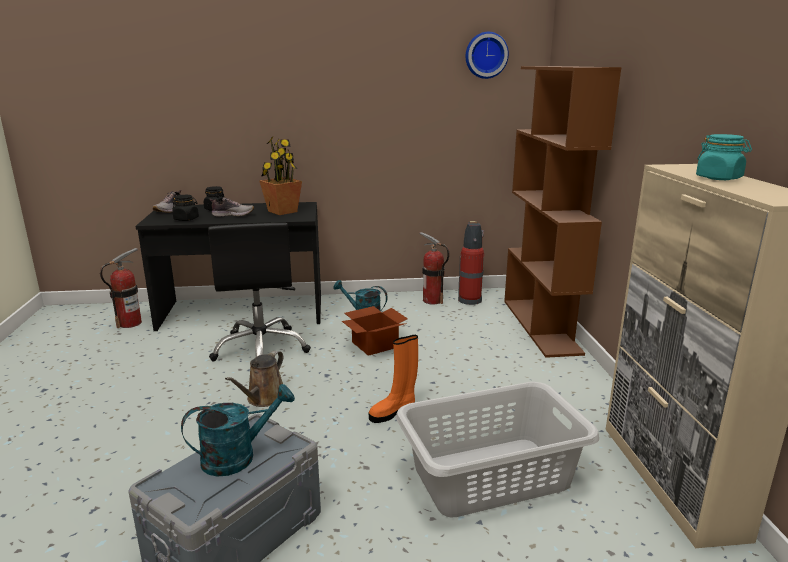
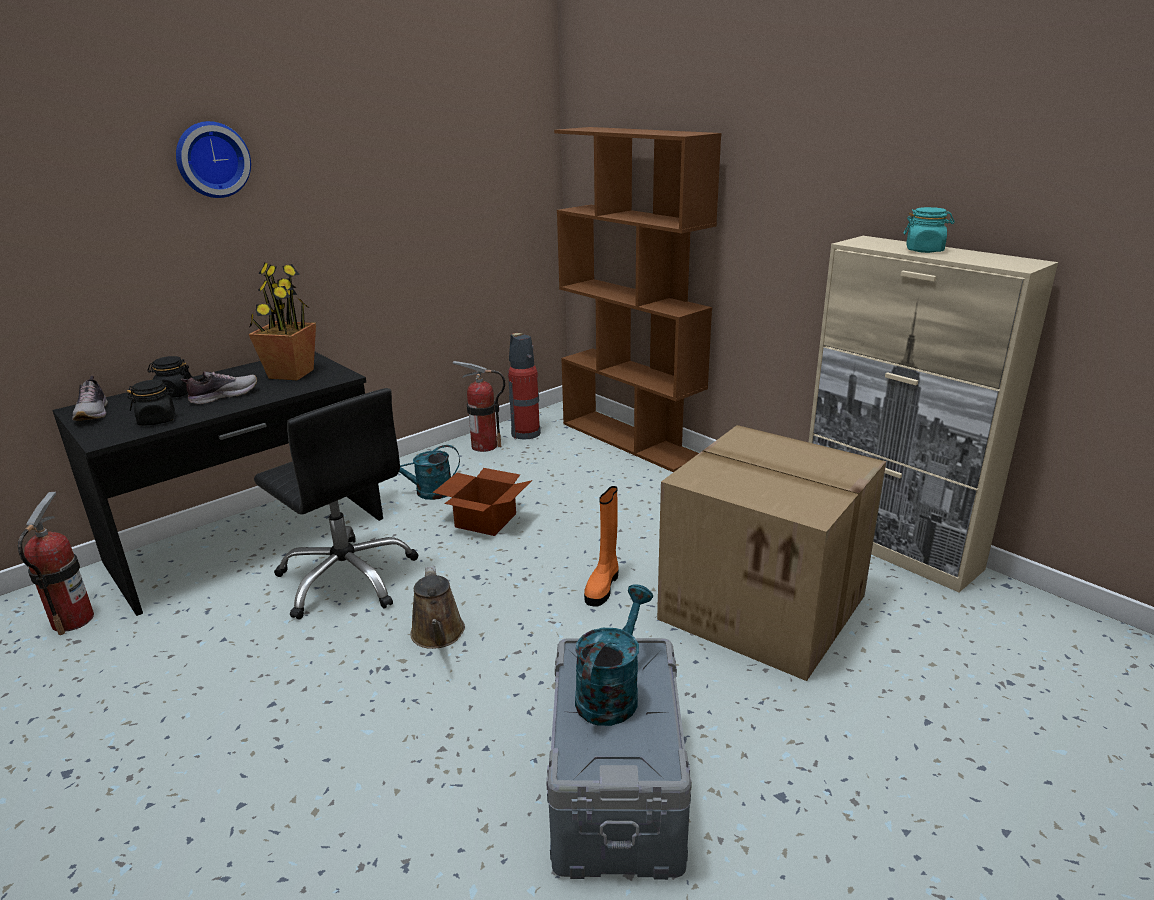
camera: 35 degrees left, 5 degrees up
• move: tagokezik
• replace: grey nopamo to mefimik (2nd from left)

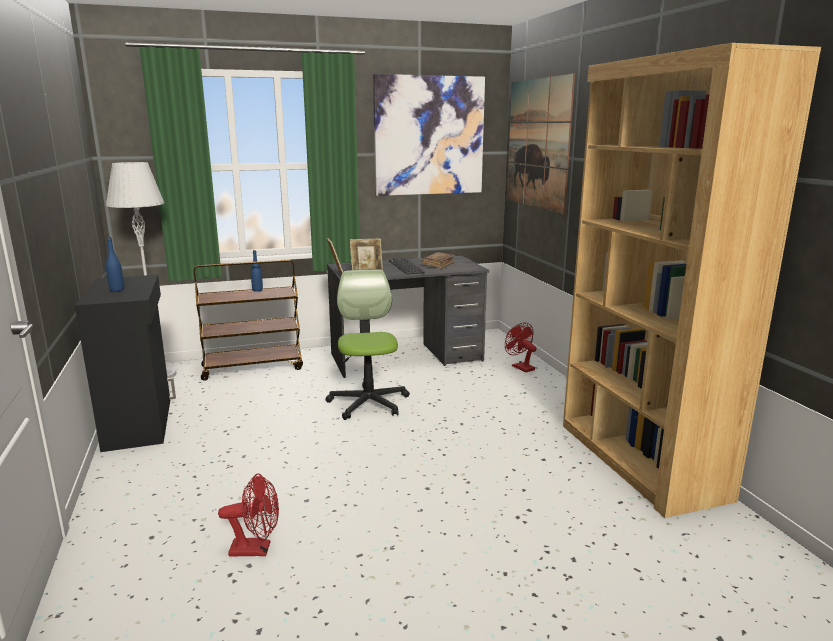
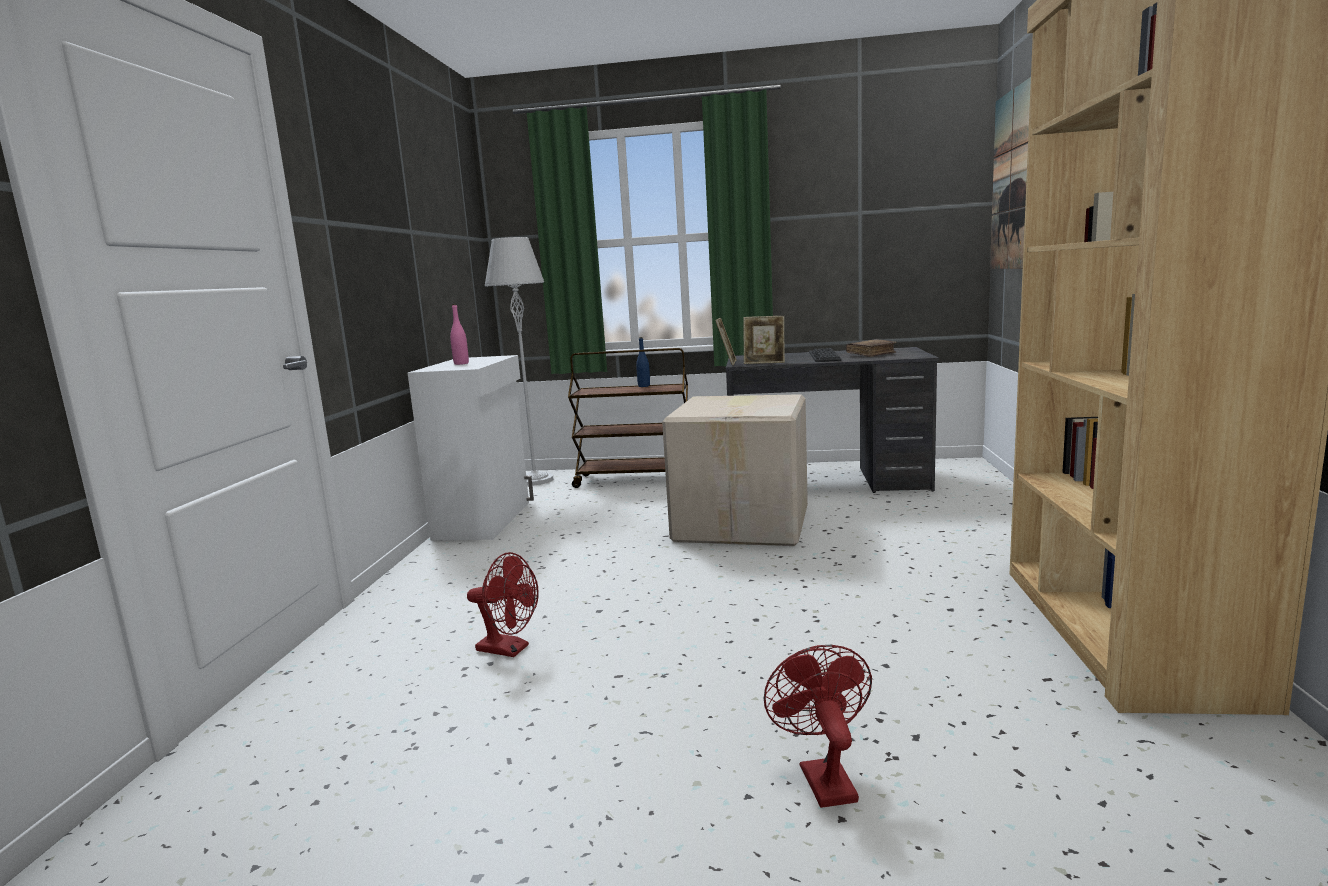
camera: 25 degrees right, 5 degrees down
• recolor: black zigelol to white zigelol
• recolor: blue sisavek (1st from left) to pink sisavek
• replace: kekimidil to mefimik
• move: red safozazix (2nd from left)
• delete: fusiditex (1st from left)

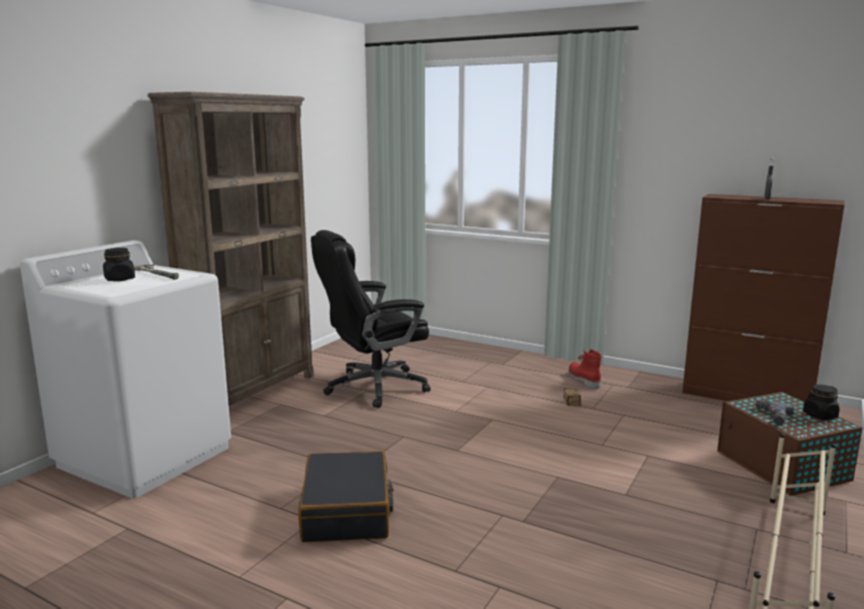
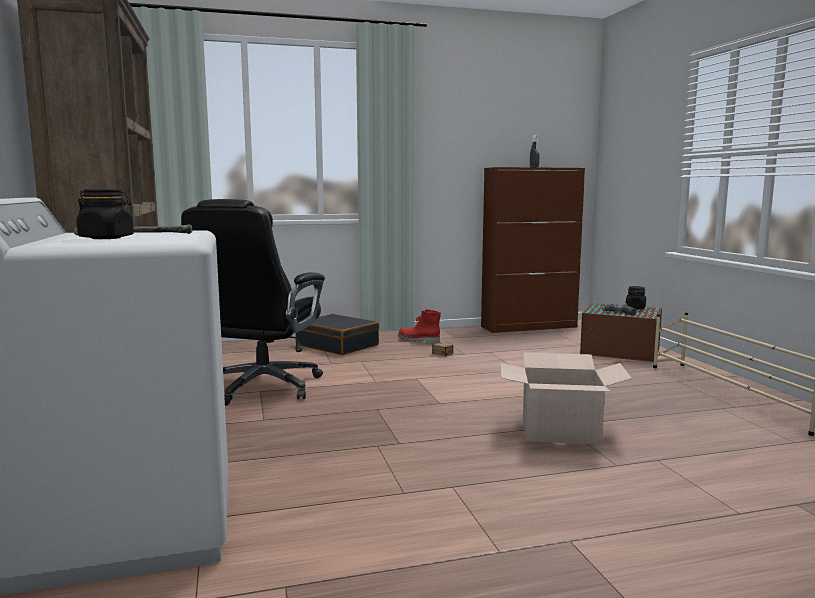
camera: 45 degrees left, 5 degrees down
• move: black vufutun
• insert: mefimik

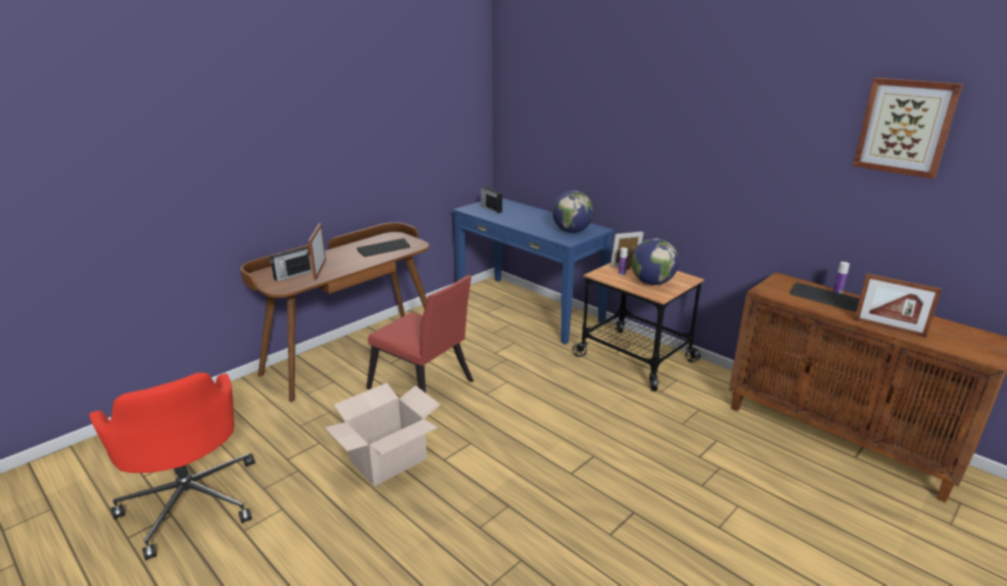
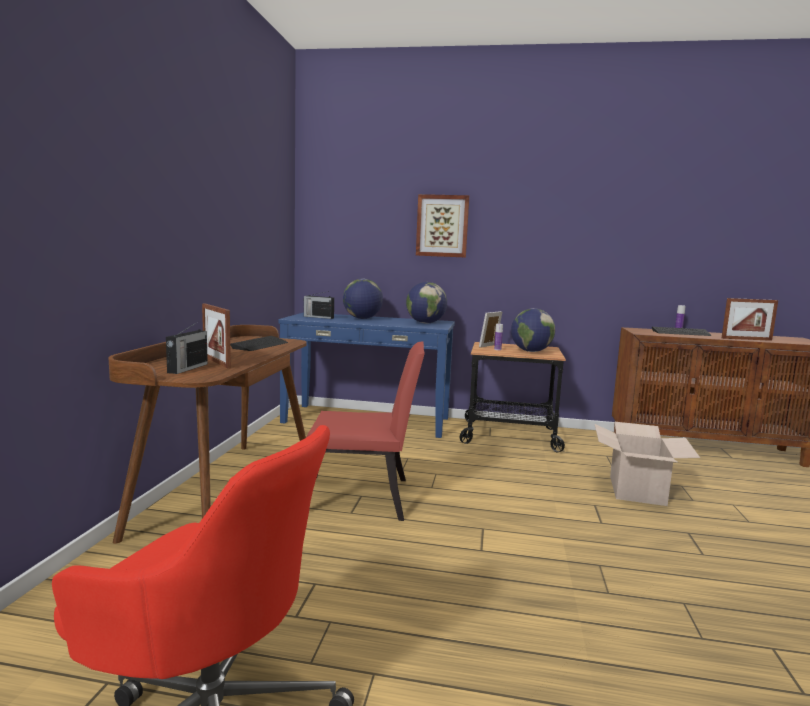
camera: 35 degrees left, 15 degrees down
• insert: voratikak (1st from left)
• move: fusiditex
• move: mefimik

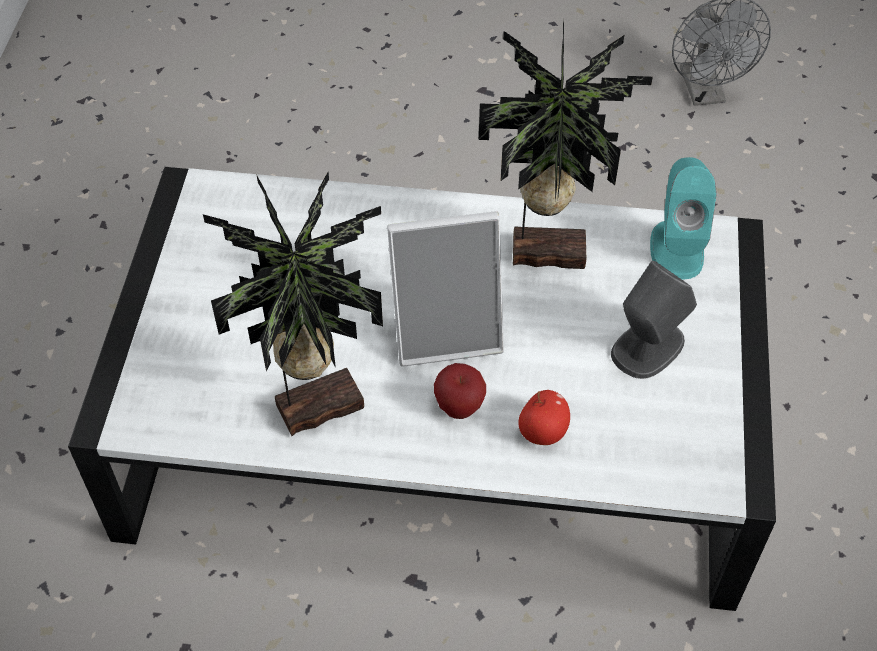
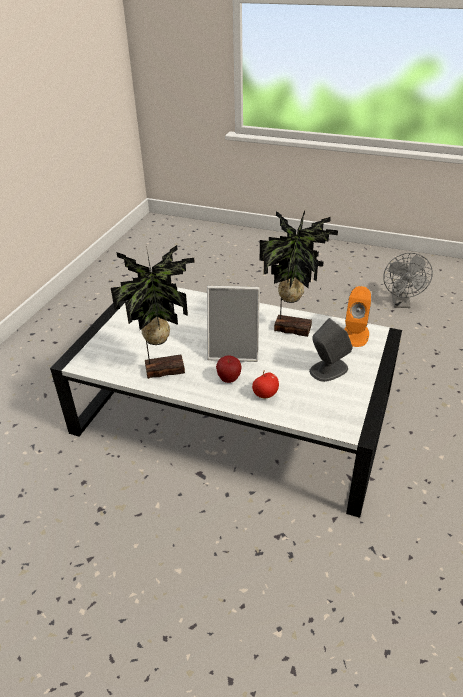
camera: 15 degrees right, 15 degrees down
• recolor: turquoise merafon to orange merafon

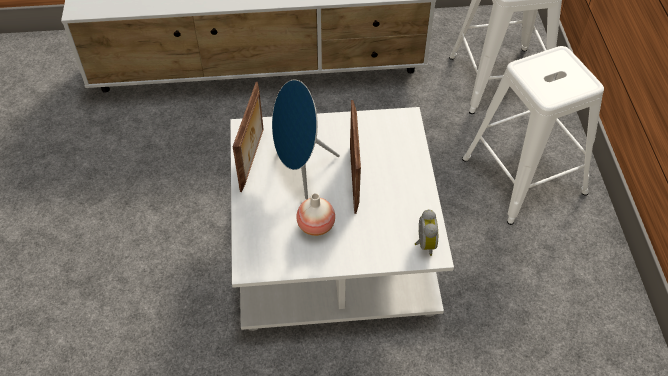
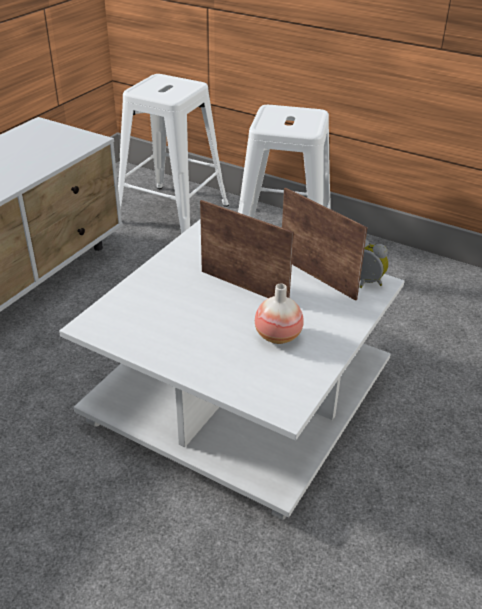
camera: 55 degrees left, 15 degrees down
• move: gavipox (1st from left in the first image) to gavipox (2nd from left)
• delete: blue merafon

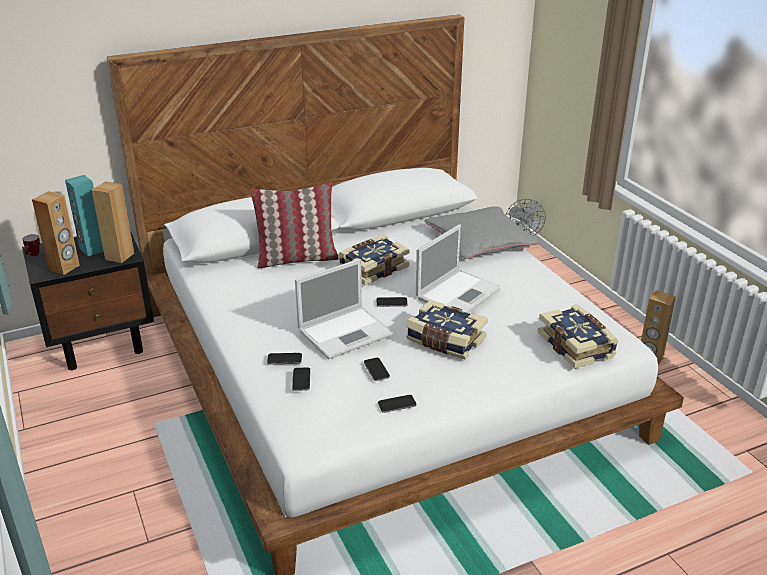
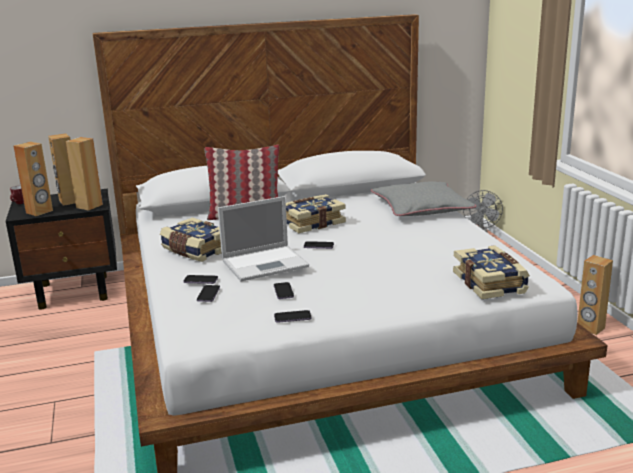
camera: 10 degrees right, 10 degrees down
• recolor: turquoise merafon to brown merafon (2nd from left)
• move: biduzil (2nd from left in the first image) to biduzil (1st from left)
• delete: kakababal (2nd from left)

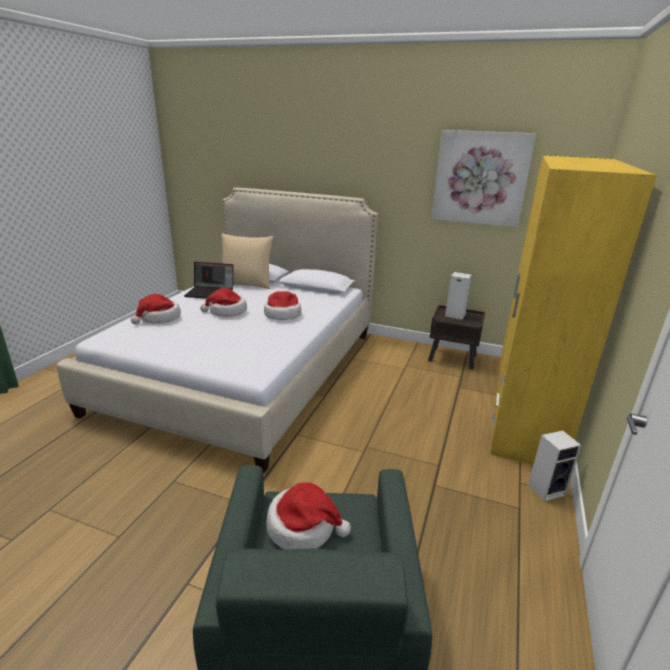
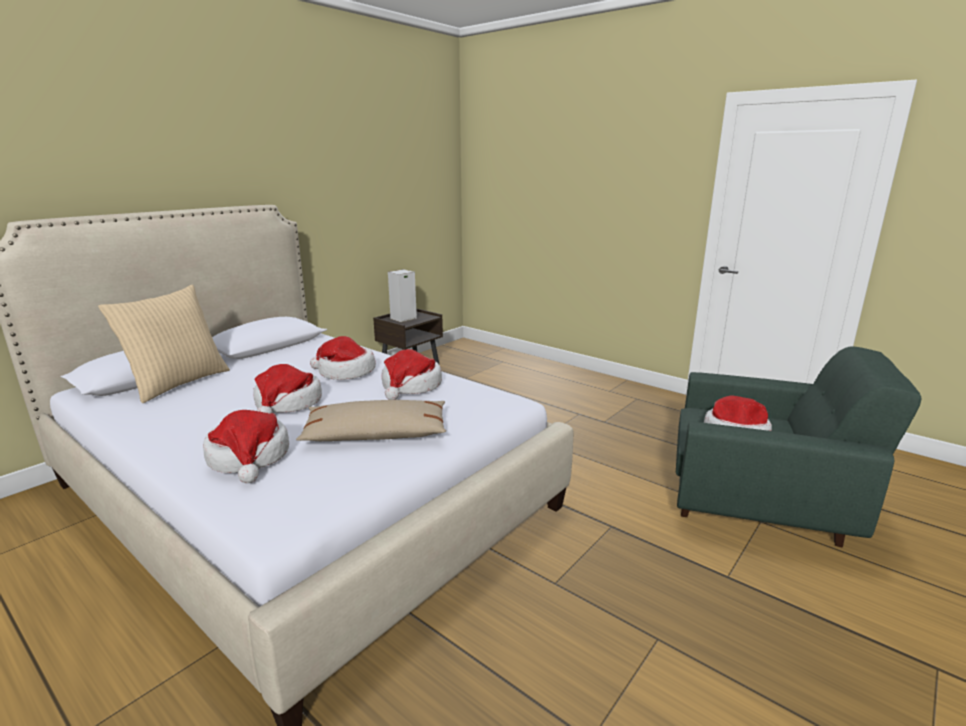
camera: 70 degrees left, 5 degrees down
• insert: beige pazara (2nd from left)
• insert: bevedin (4th from left)
• delete: kakababal
• delete: fusiditex
• delete: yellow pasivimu
• delete: merafon (2nd from left)

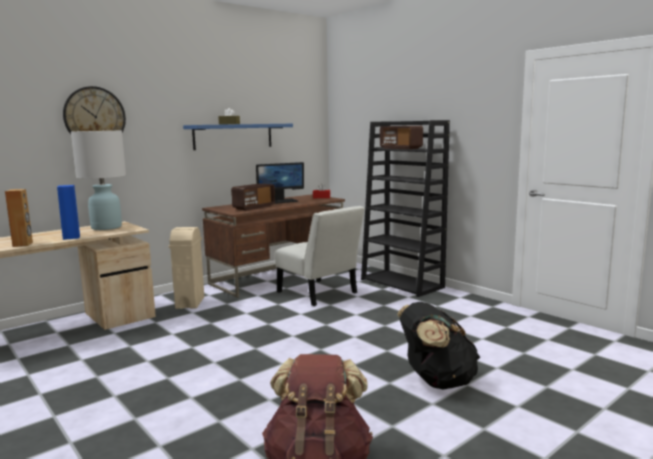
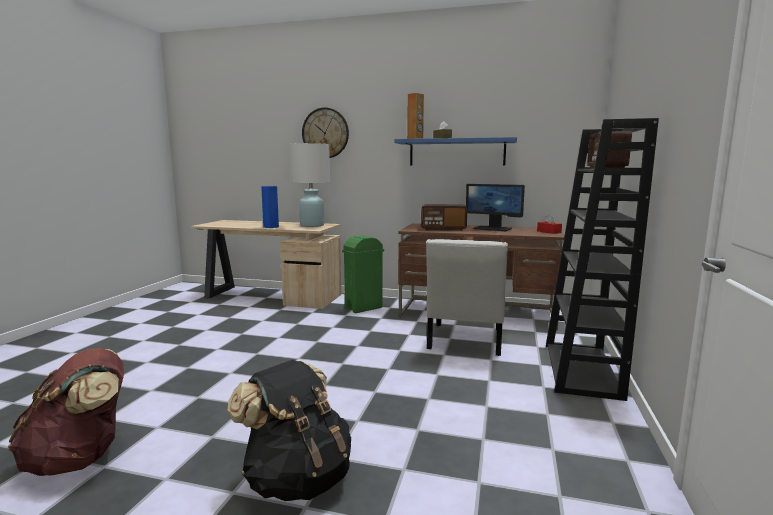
camera: 55 degrees right, 0 degrees up
• recolor: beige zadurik to green zadurik
• move: brown merafon

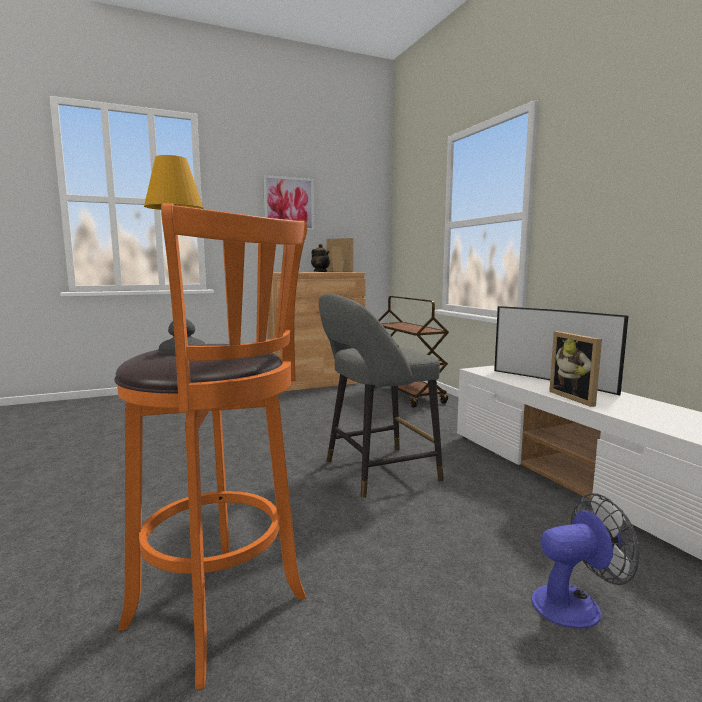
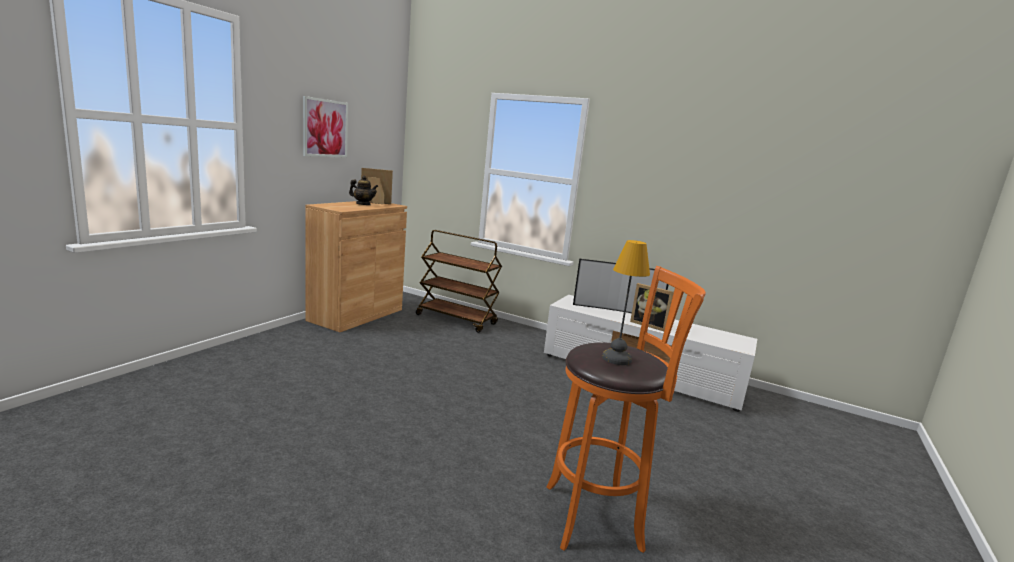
camera: 40 degrees left, 5 degrees up
• delete: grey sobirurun
• delete: safozazix

